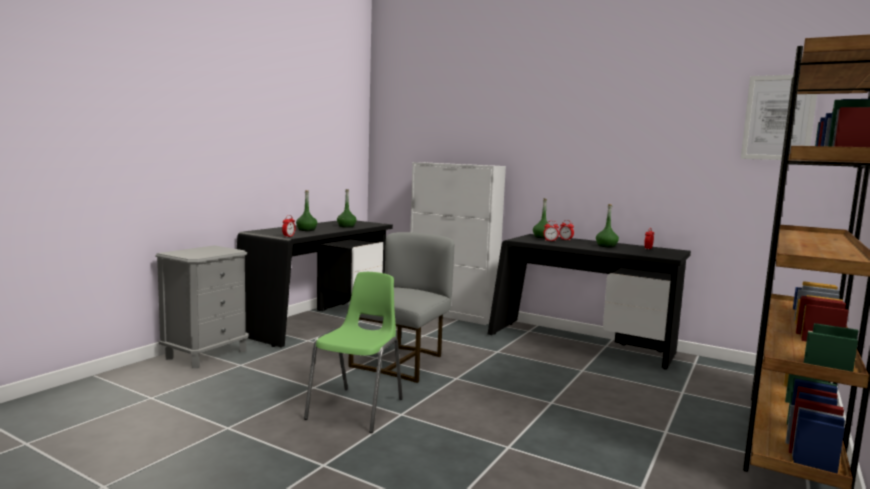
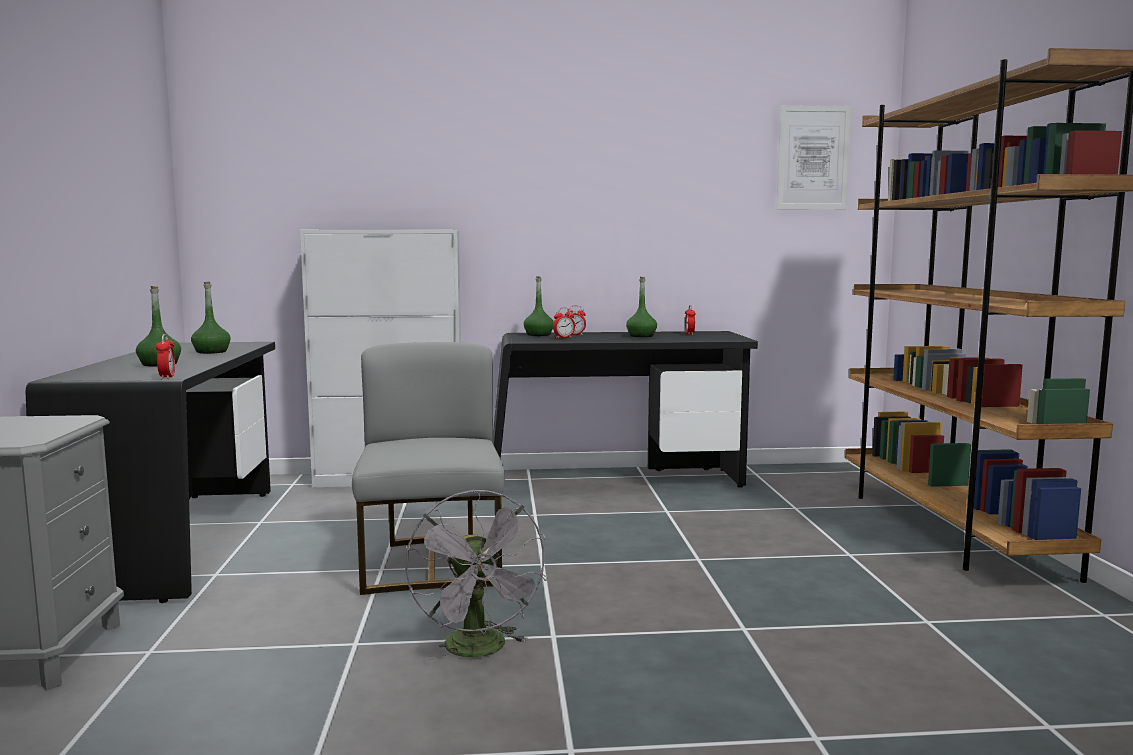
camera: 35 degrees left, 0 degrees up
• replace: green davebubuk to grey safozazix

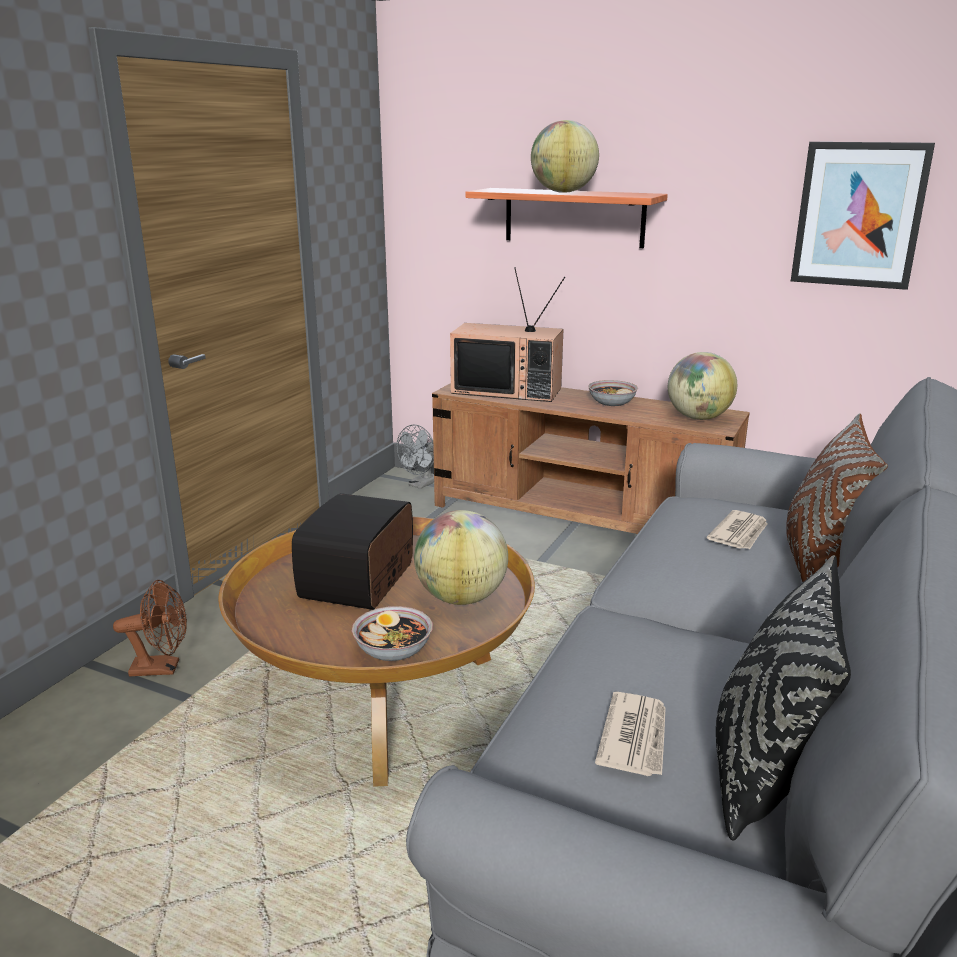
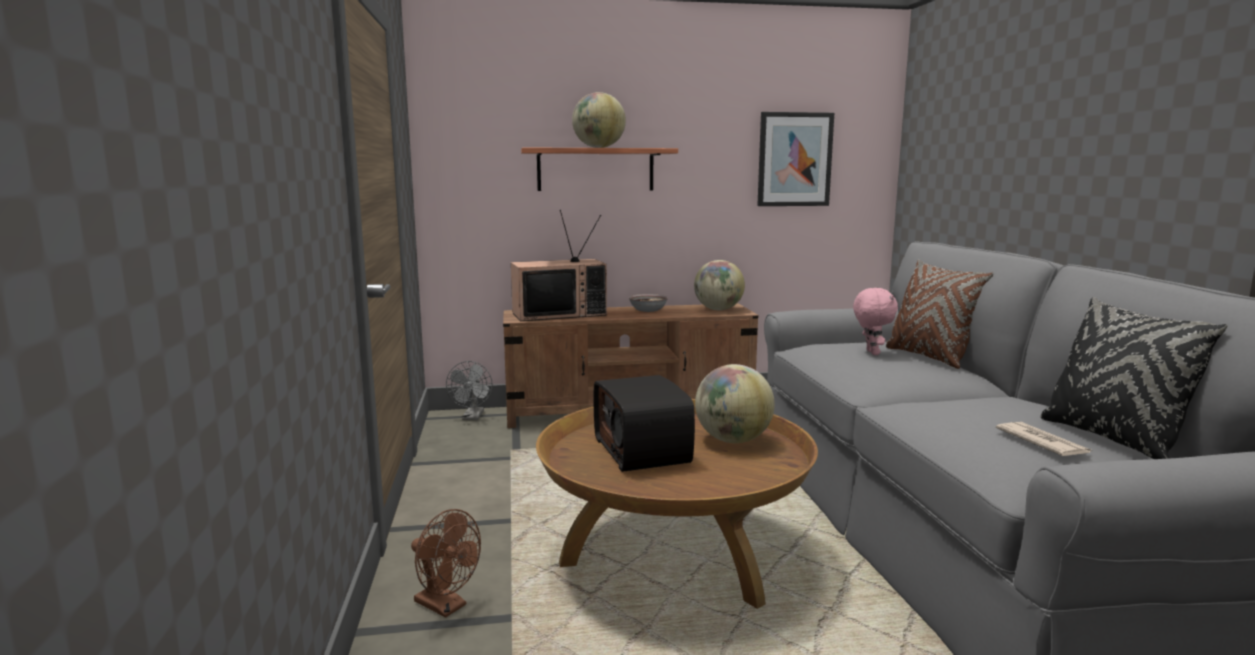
camera: 35 degrees left, 10 degrees down
• rotate: brown safozazix 75 degrees clockwise
• replace: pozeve (2nd from left) to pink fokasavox
• delete: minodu (1st from left)

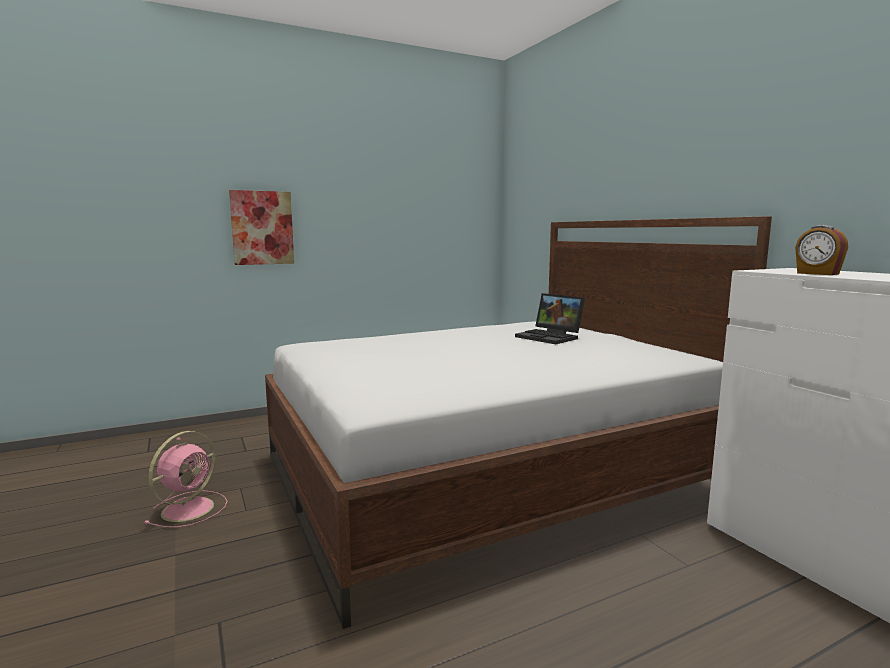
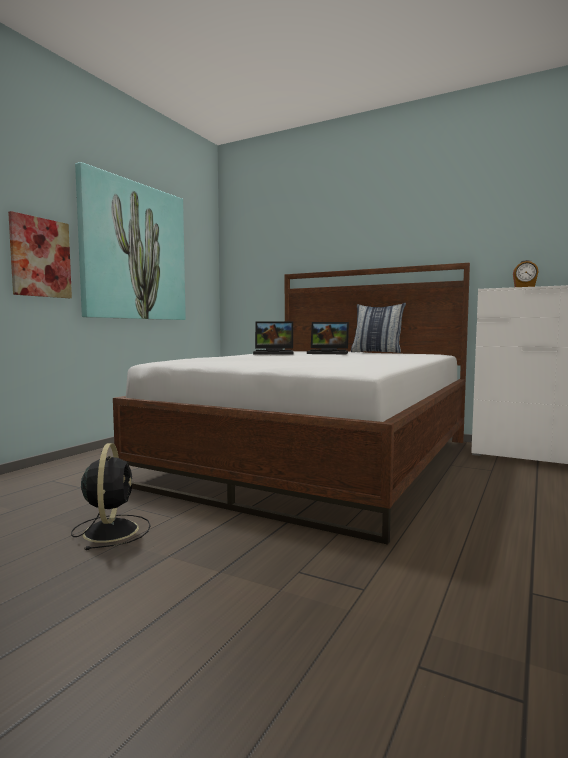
camera: 35 degrees left, 5 degrees down
• recolor: pink safozazix to black safozazix
• insert: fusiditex (2nd from left)
• insert: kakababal (1st from left)
• insert: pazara

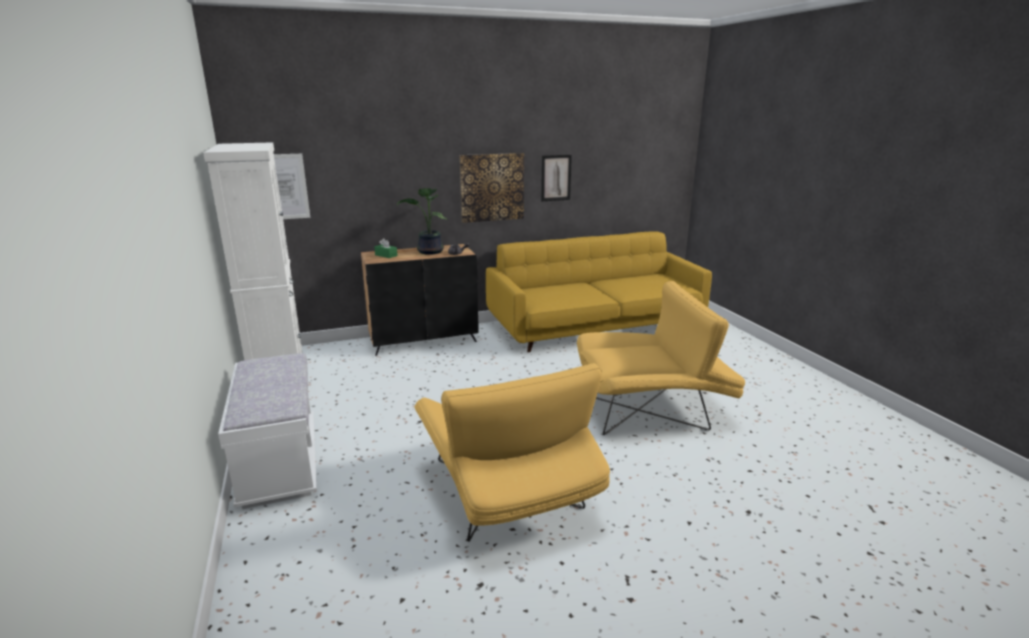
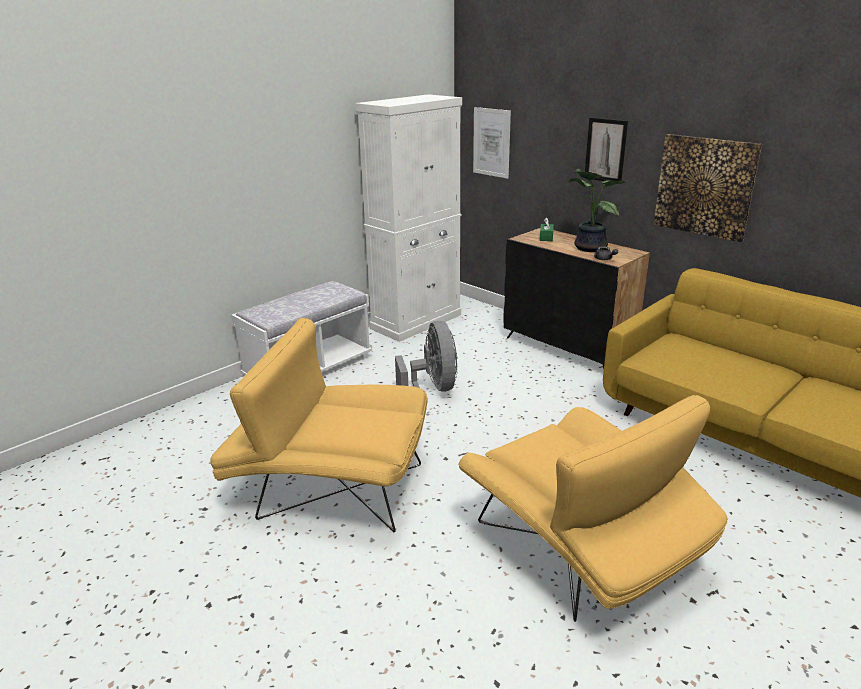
camera: 65 degrees right, 5 degrees up
• rotate: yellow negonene (1st from left) 60 degrees clockwise
• insert: grey safozazix
• move: fusiditex (3rd from left in the first image) to fusiditex (2nd from left)

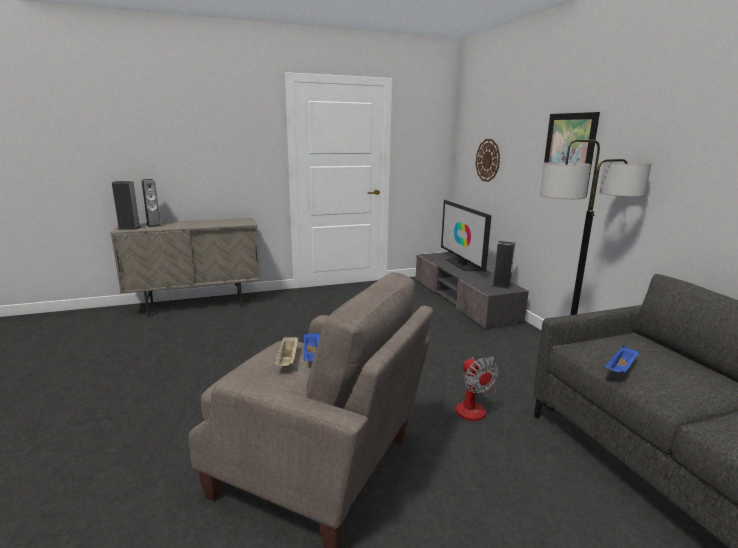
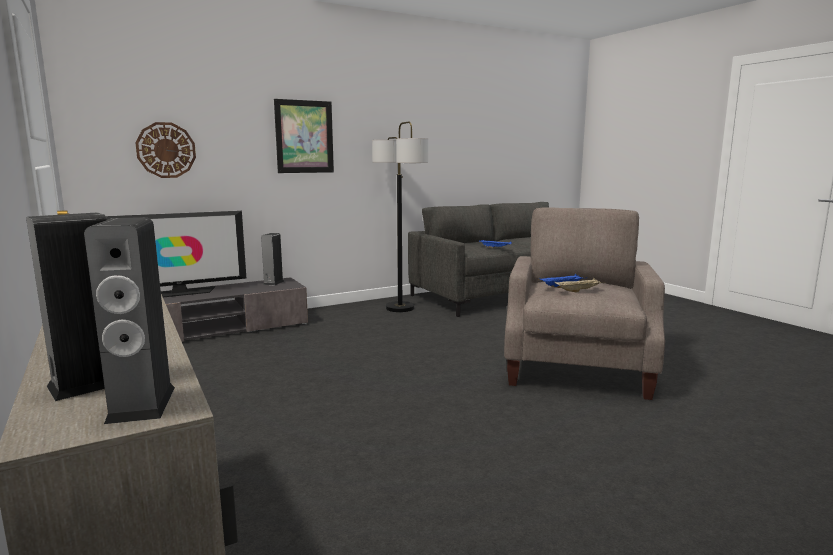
camera: 100 degrees left, 5 degrees down
• delete: safozazix

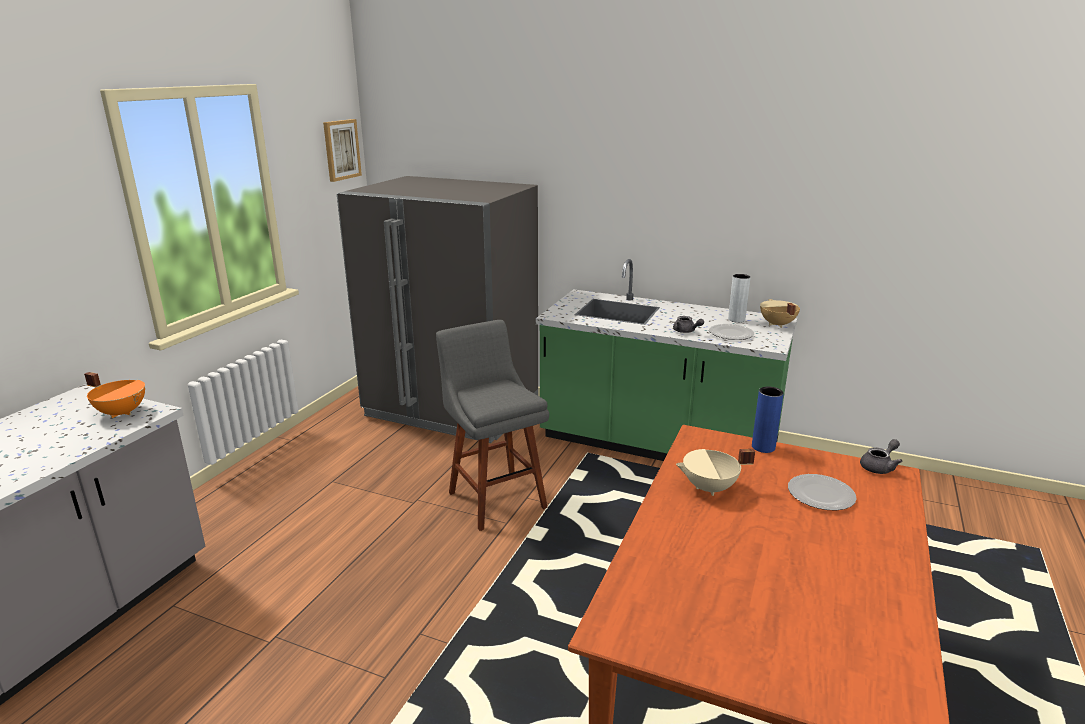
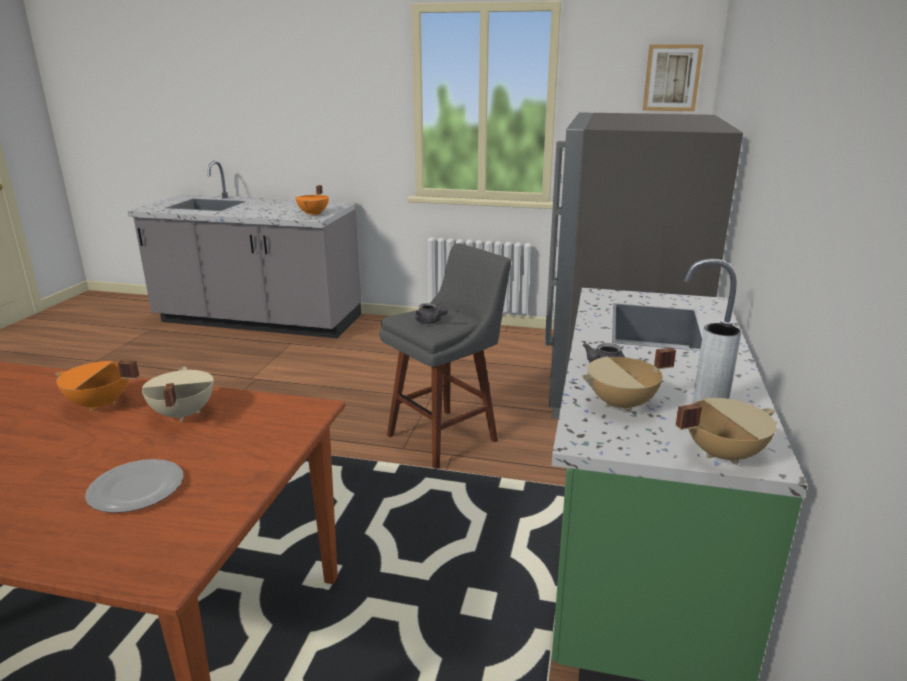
camera: 80 degrees right, 0 degrees up
• insert: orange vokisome (1st from left)
• move: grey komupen (2nd from left in the first image) to grey komupen (1st from left)
• replace: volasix (1st from left) to beige vokisome (2nd from left)
• delete: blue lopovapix

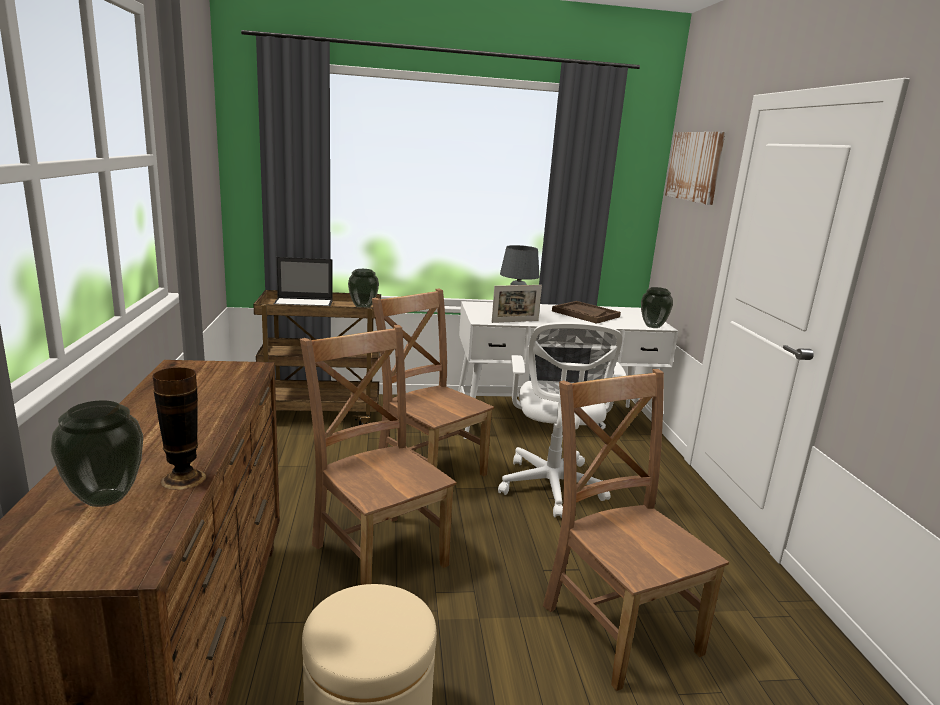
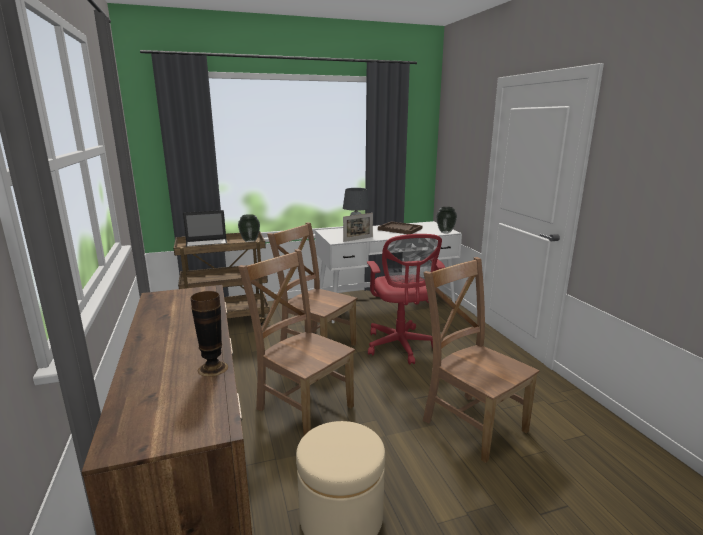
camera: 10 degrees left, 0 degrees up
• recolor: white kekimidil to red kekimidil
• delete: lopovapix (1st from left)
• delete: fusiditex

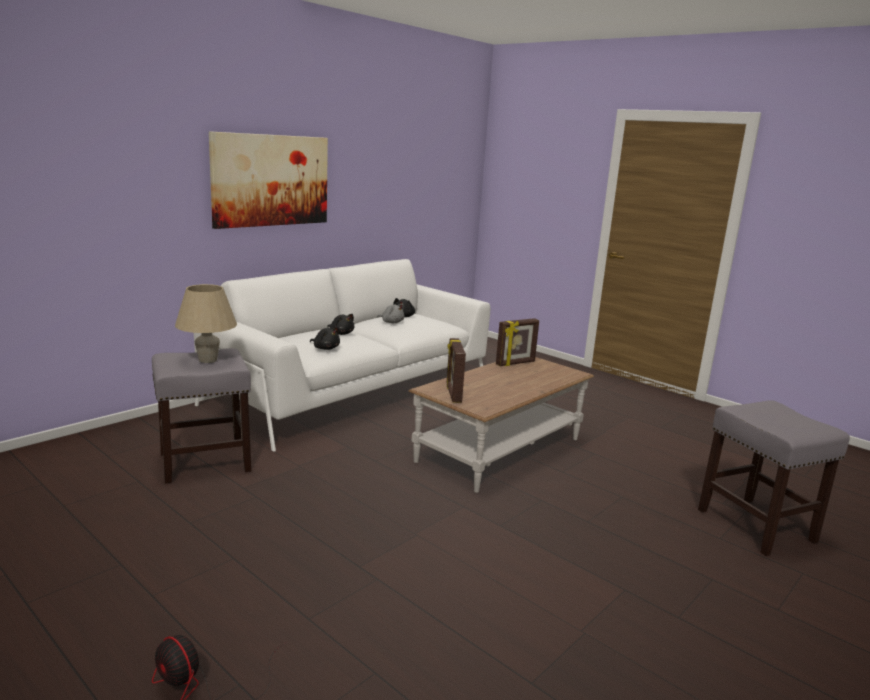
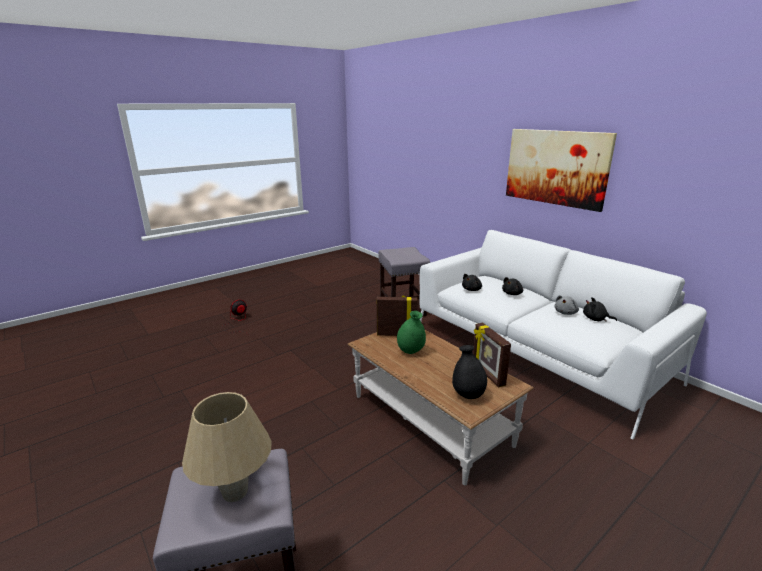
camera: 100 degrees right, 5 degrees up
• move: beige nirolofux
• insert: green lopovapix
• insert: black lopovapix

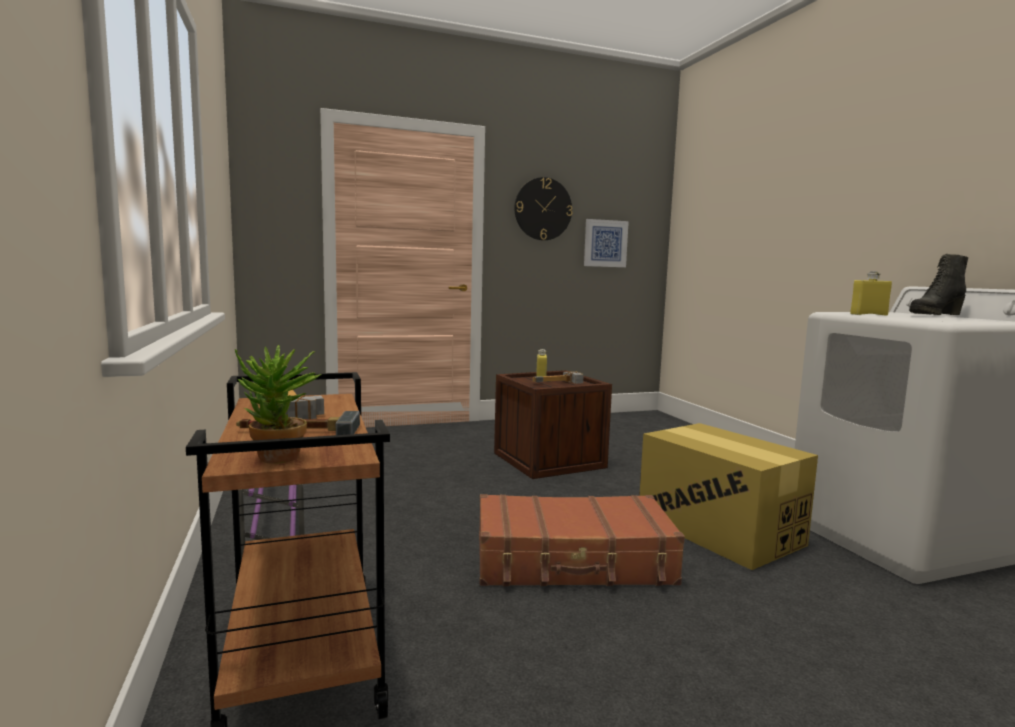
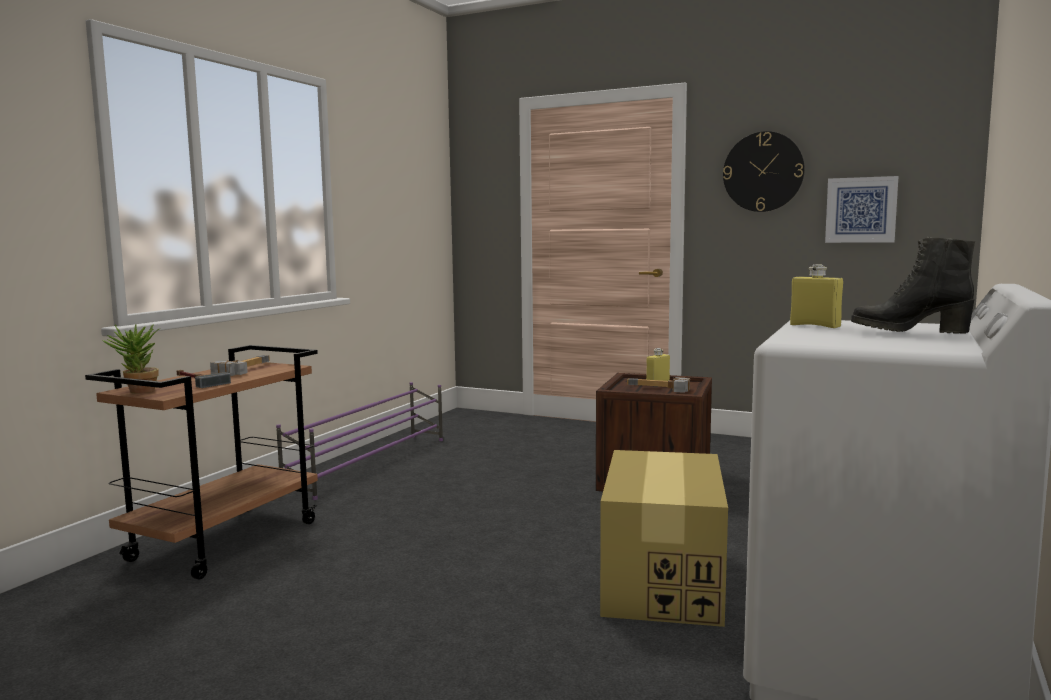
camera: 45 degrees right, 0 degrees up
• delete: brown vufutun

